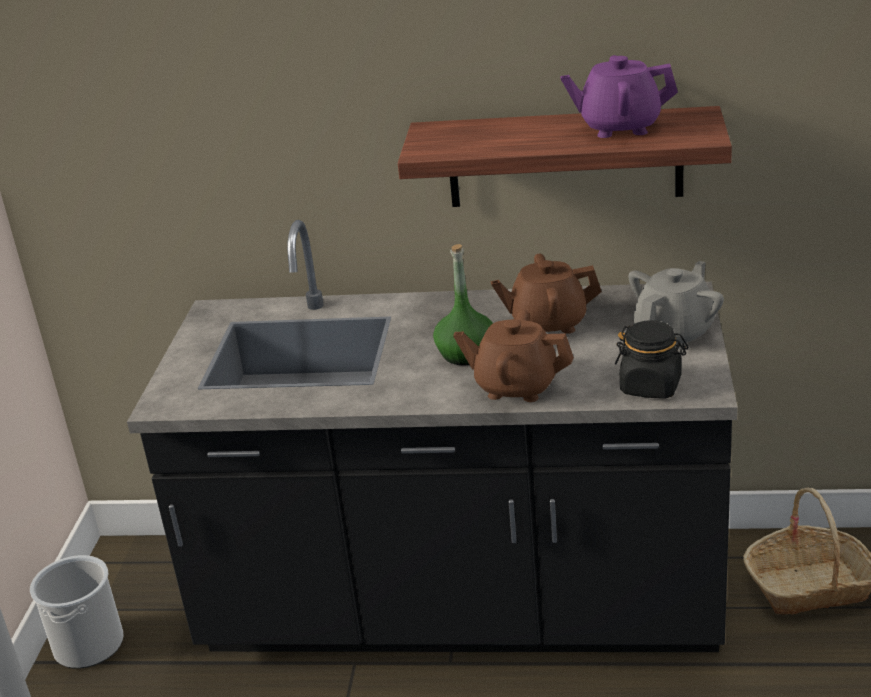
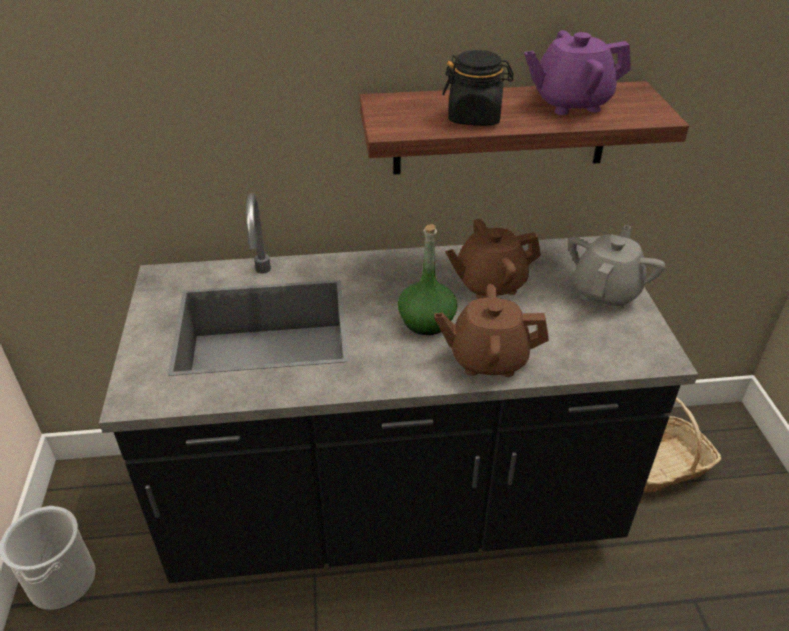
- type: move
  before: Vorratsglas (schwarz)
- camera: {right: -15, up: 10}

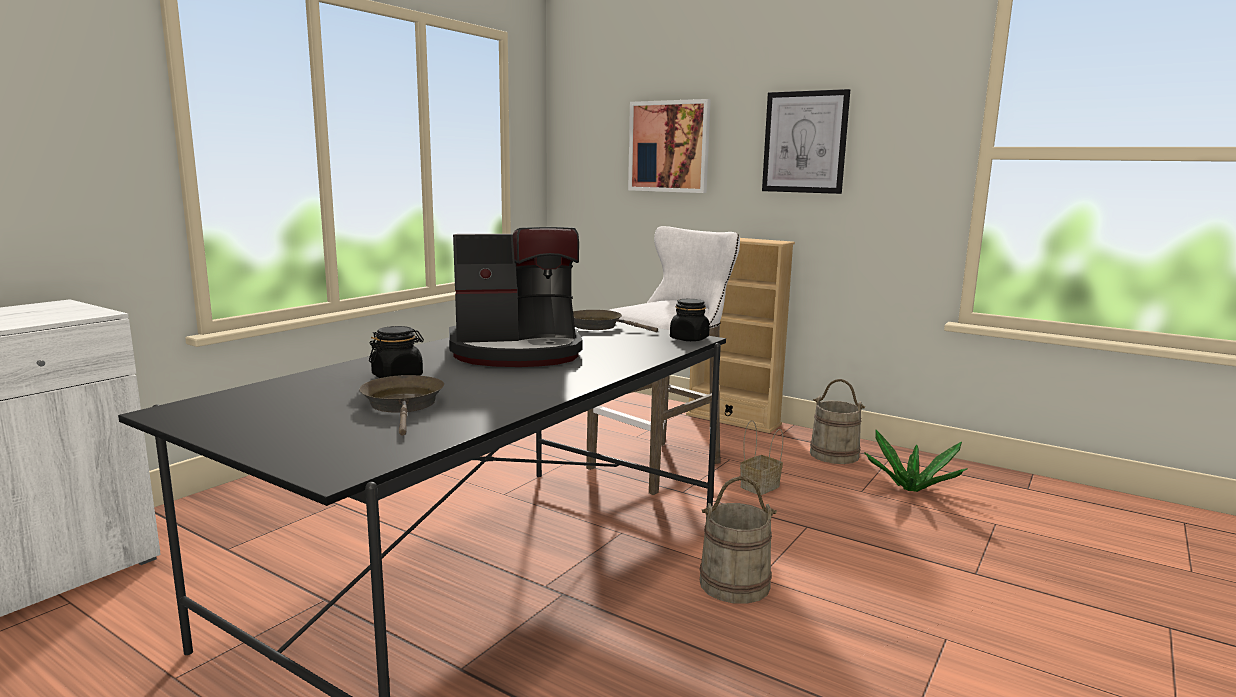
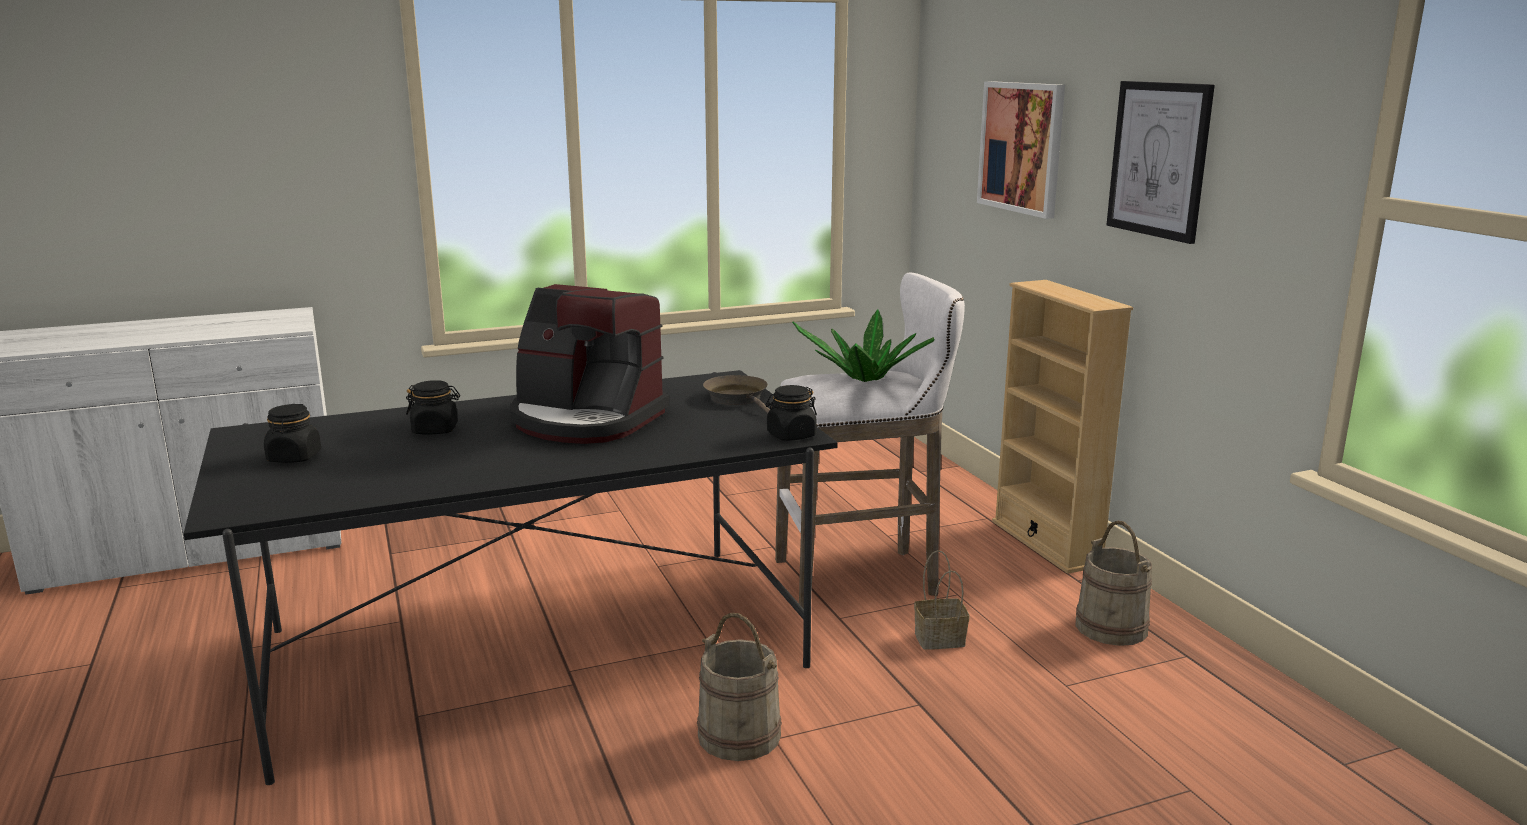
- type: delete
  before: Pfanne (braun) (1st from left)
- type: insert
  after: Vorratsglas (schwarz) (1st from left)
- type: move
  before: Topfpflanze
- camera: {right: 35, up: 5}

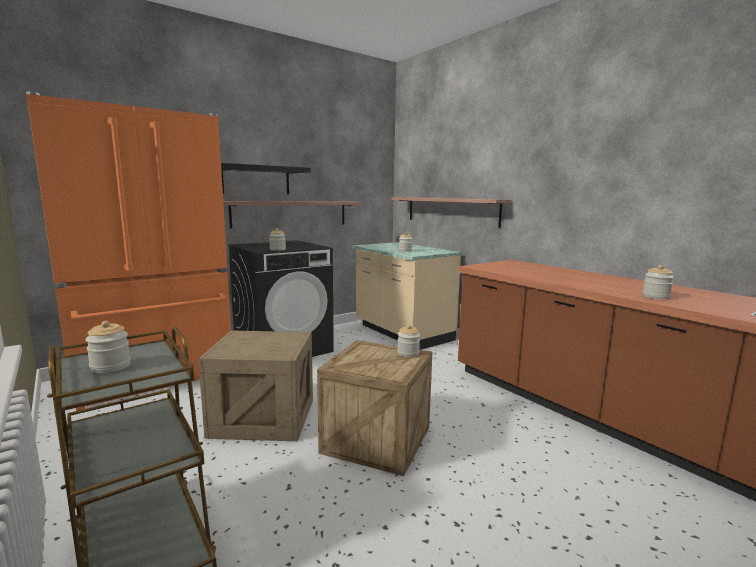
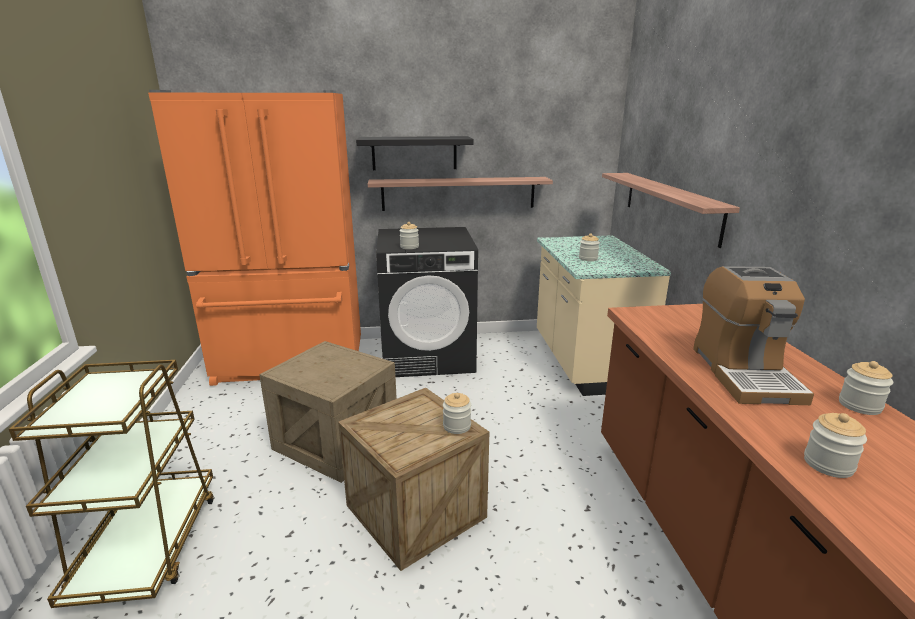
- type: insert
  after: Kaffeemaschine
- type: move
  before: Vorratsglas (1st from left in the first image)
  after: Vorratsglas (5th from left)
- camera: {right: 30, up: 10}

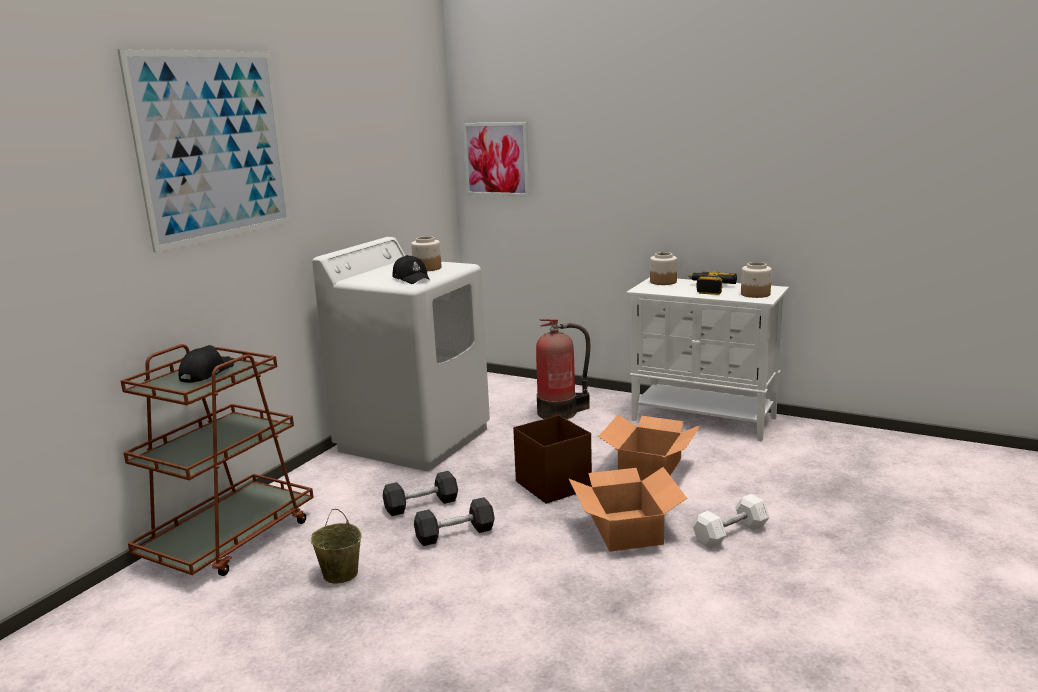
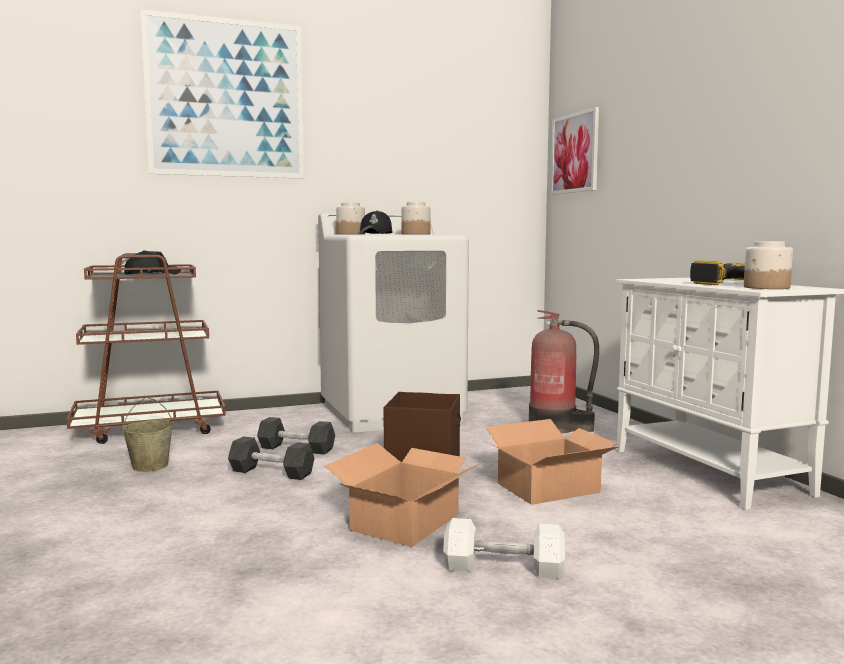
- type: move
  before: Vorratsglas (2nd from left in the first image)
  after: Vorratsglas (1st from left)
- camera: {right: 40, up: -10}

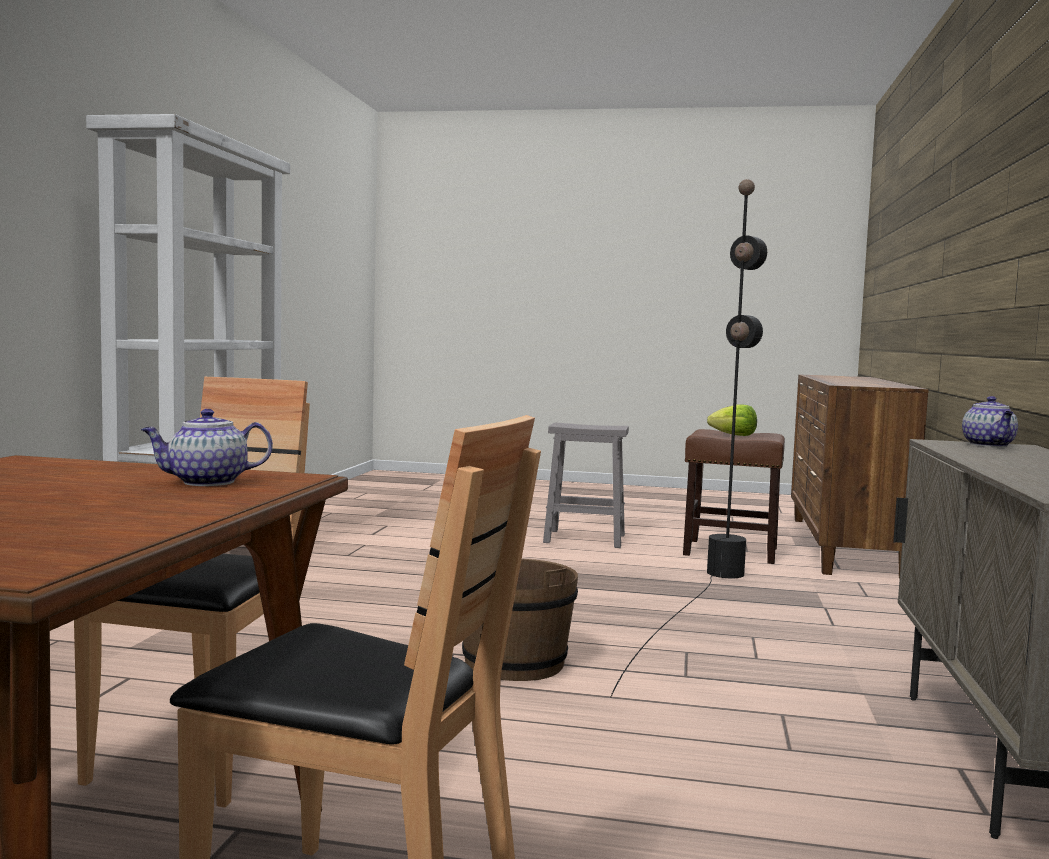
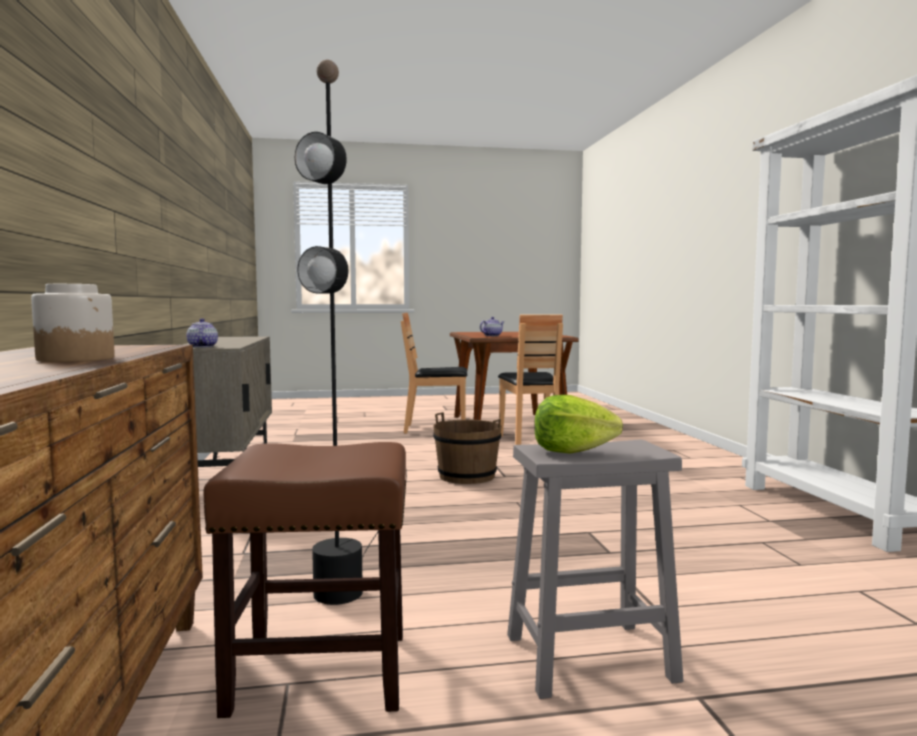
- type: insert
  after: Vorratsglas
- type: move
  before: Salatkopf
- camera: {right: 160, up: 0}

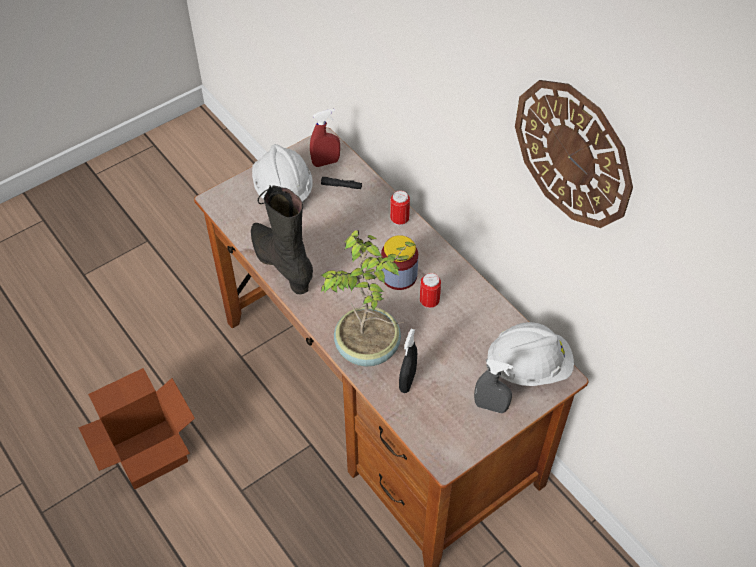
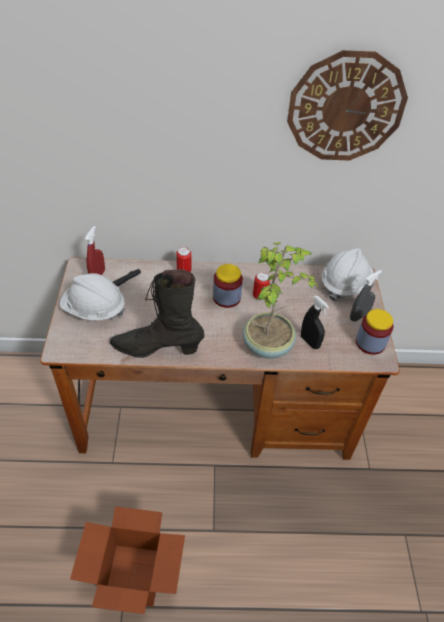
- type: insert
  after: Vorratsglas (2nd from left)
- camera: {right: -55, up: -5}

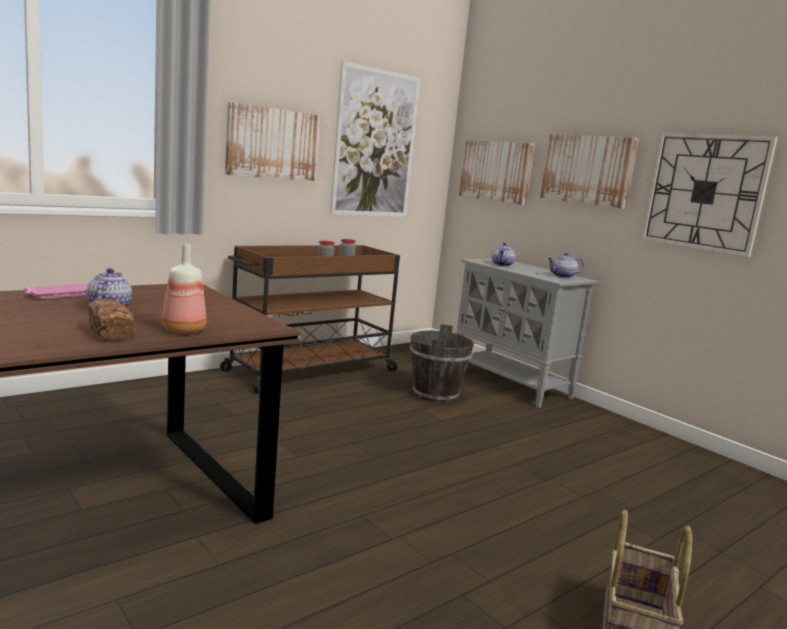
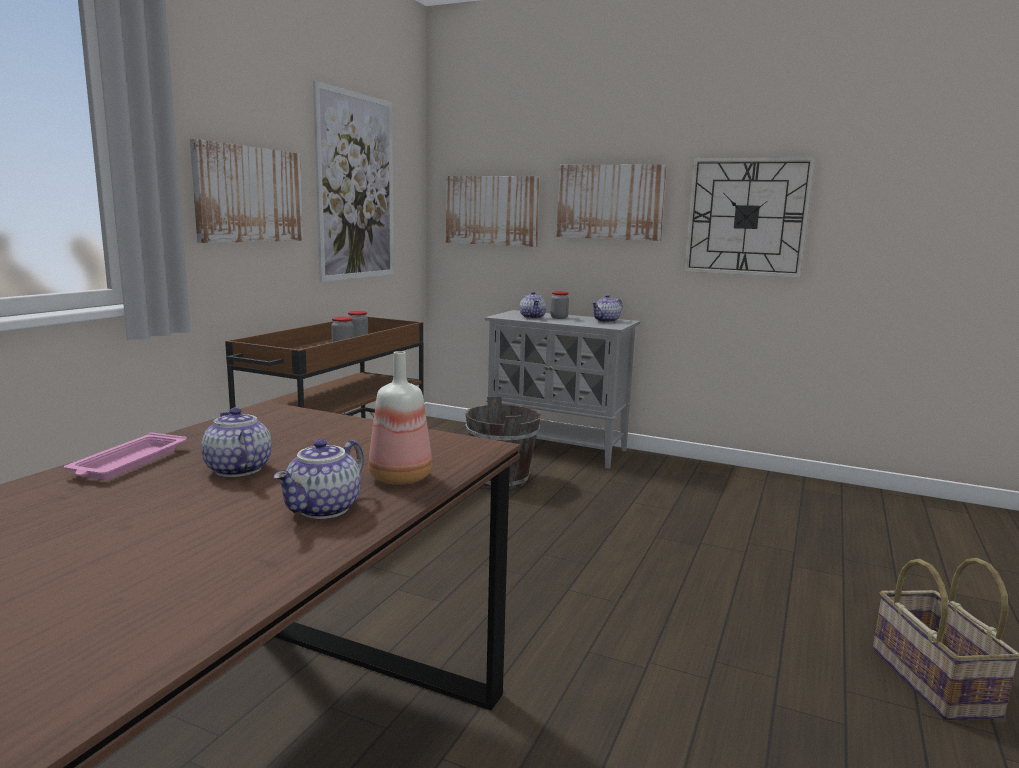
- type: insert
  after: Vorratsglas (3rd from left)
- type: replace
  before: Brot
  after: Teekanne (2nd from left)
- camera: {right: -25, up: 0}

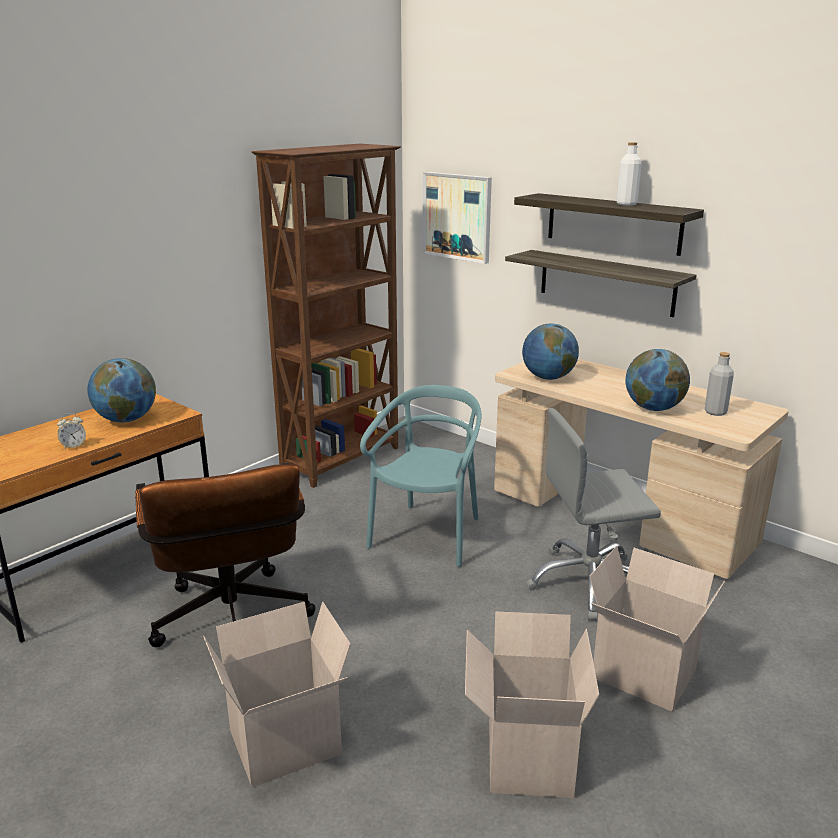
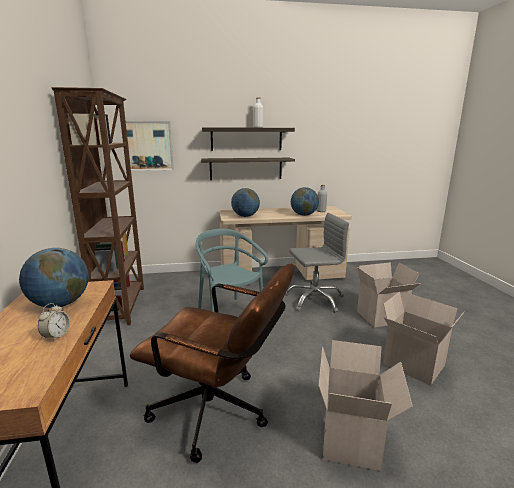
- type: rotate
  before: Bürostuhl (grau)
  turn: -135
- camera: {right: -50, up: -5}

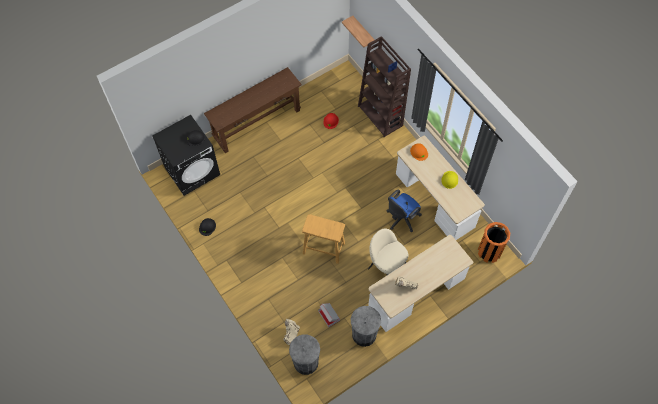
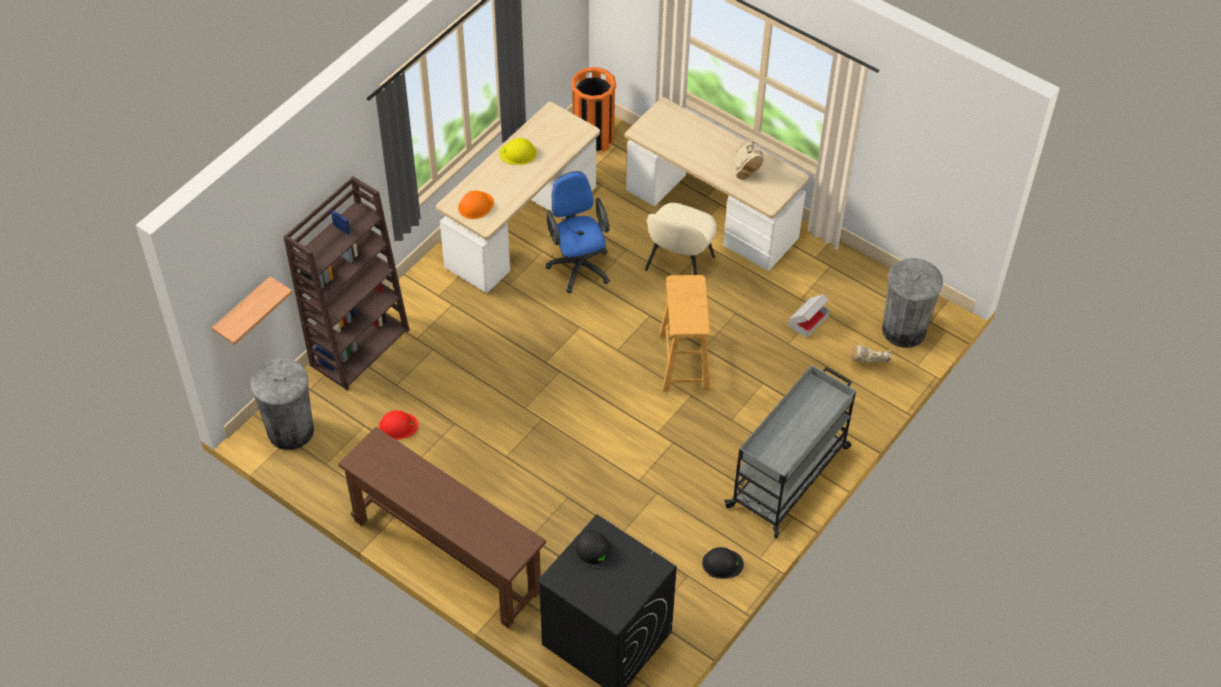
- type: insert
  after: Rollwagen (grau)
- type: move
  before: Mülleimer (grau) (2nd from left in the first image)
  after: Mülleimer (grau) (1st from left)
- type: rotate
  before: Bürostuhl (blau)
  turn: -135
- camera: {right: -110, up: -10}

